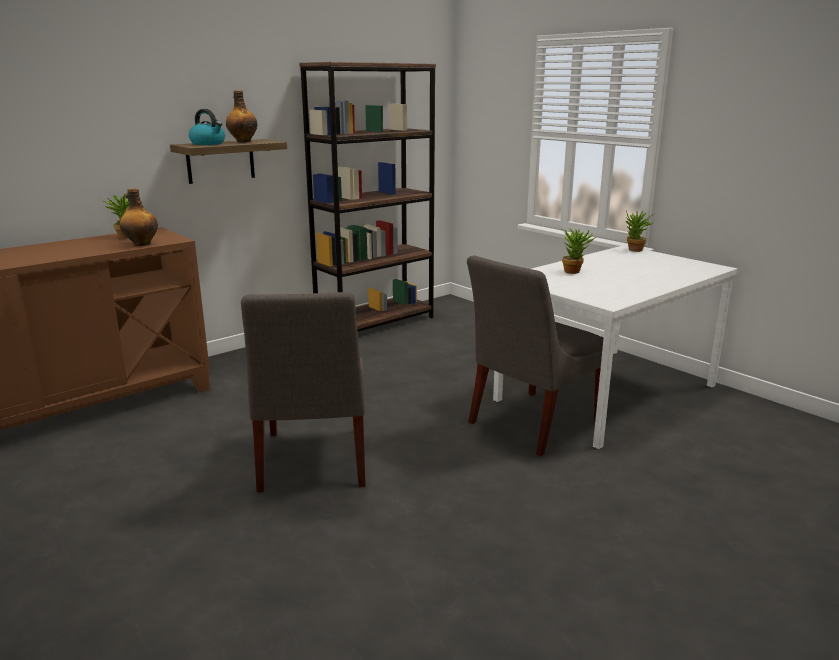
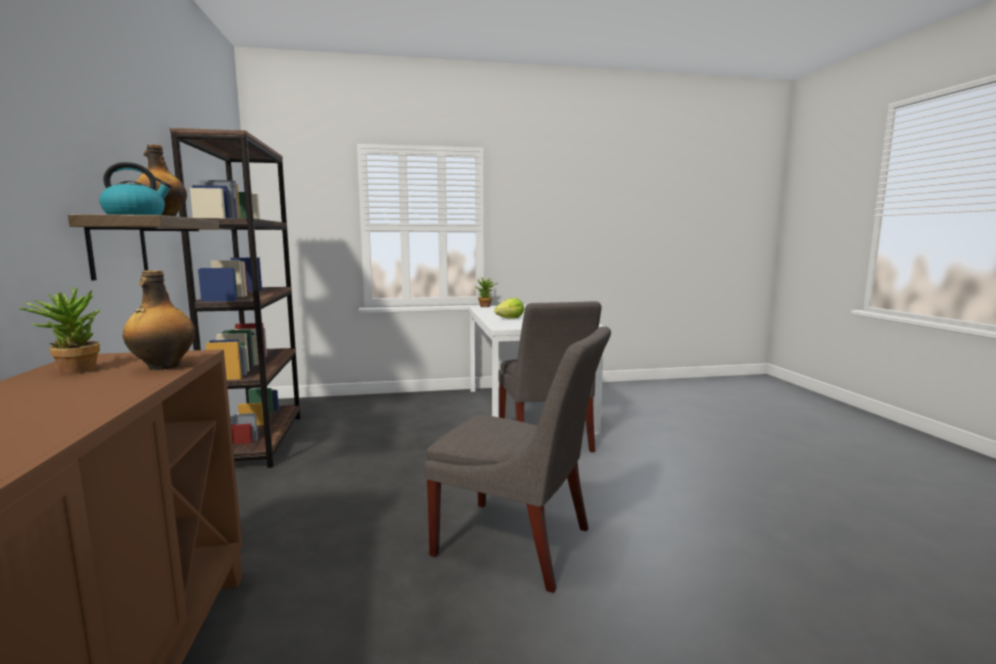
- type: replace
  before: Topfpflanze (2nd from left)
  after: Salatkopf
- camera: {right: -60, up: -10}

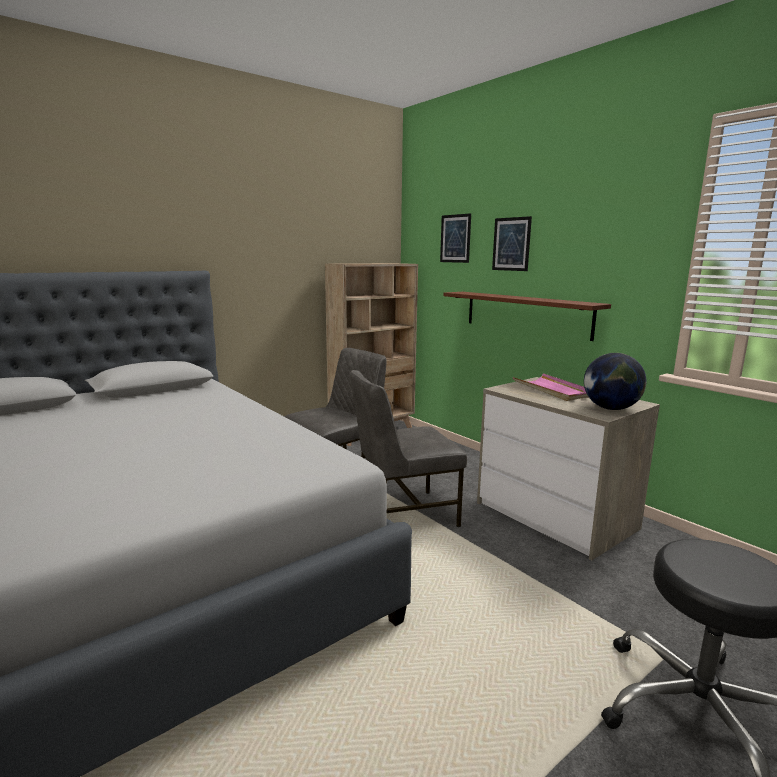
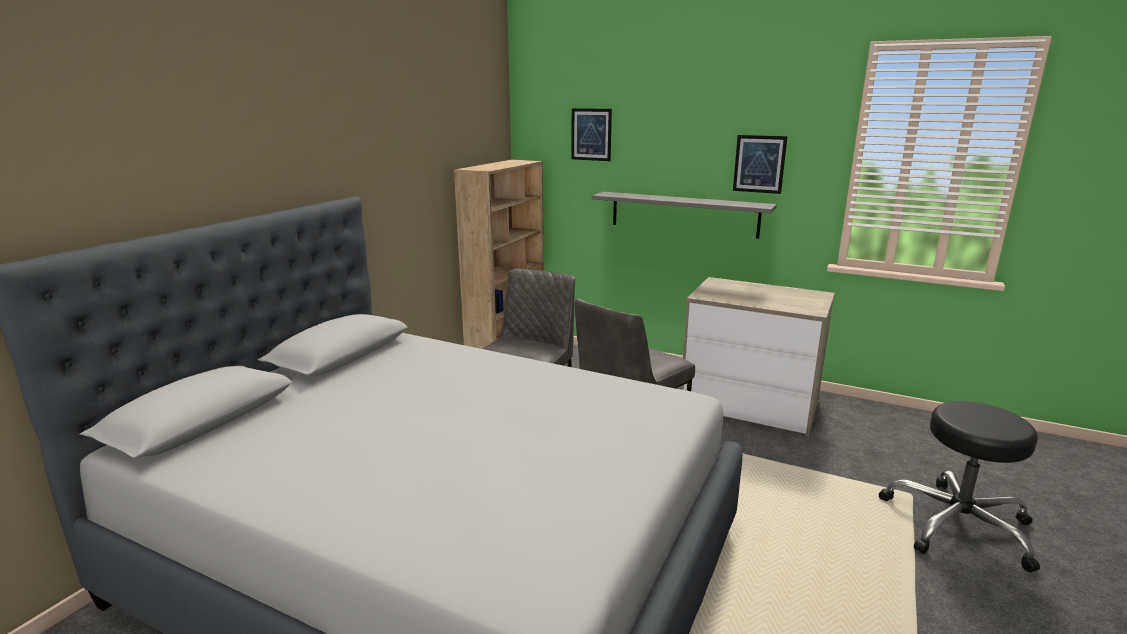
- type: delete
  before: Tablett (rosa)
- type: delete
  before: Globus
- type: move
  before: Bild (2nd from left)
- type: recolor
  before: Wandregal (braun)
  after: Wandregal (grau)
- camera: {right: -25, up: 5}

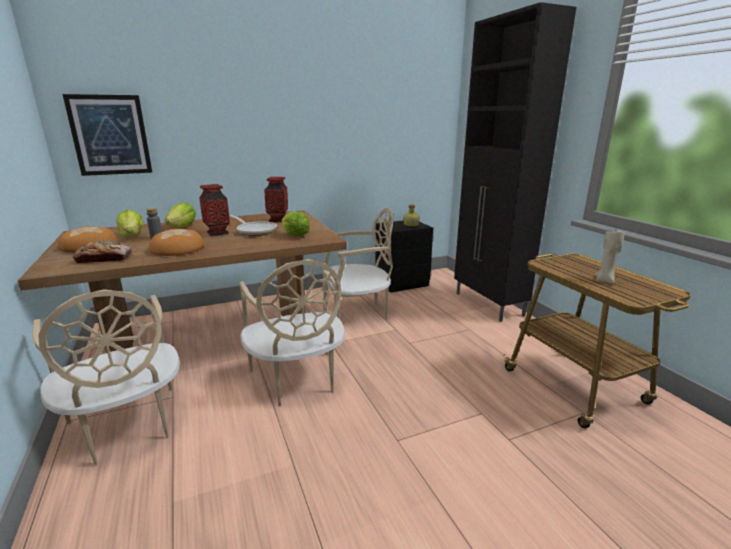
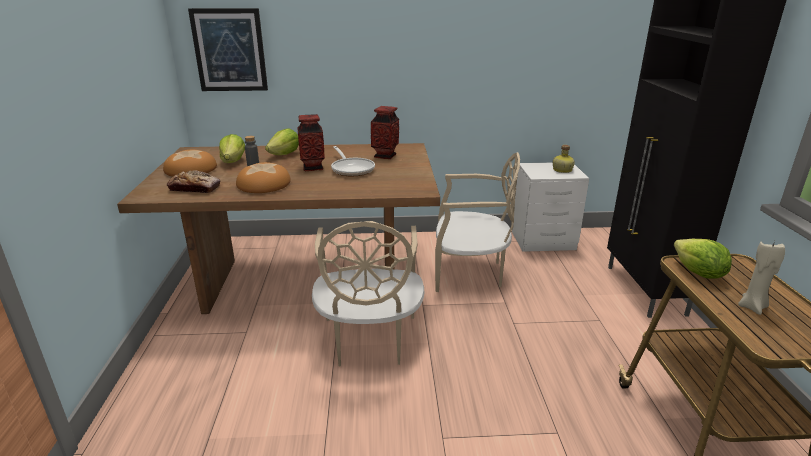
- type: delete
  before: Stuhl (beige) (1st from left)
- type: move
  before: Salatkopf (3rd from left)
- type: recolor
  before: Nachttisch (schwarz)
  after: Nachttisch (weiß)
- camera: {right: 20, up: 5}

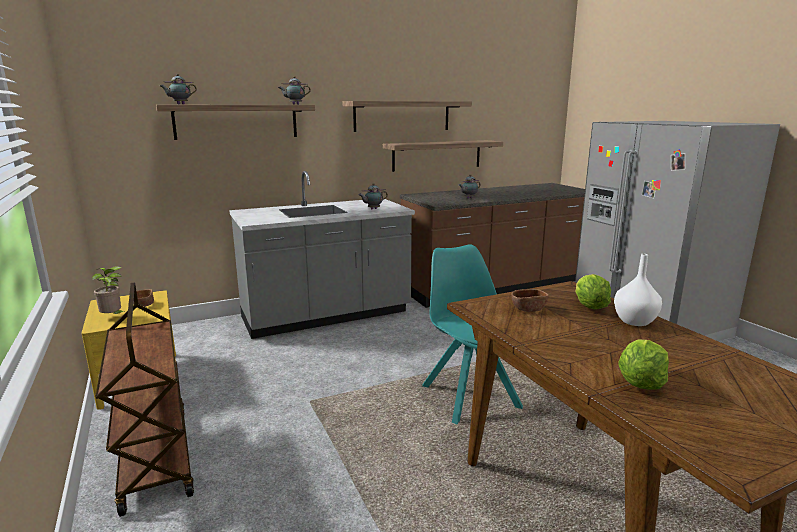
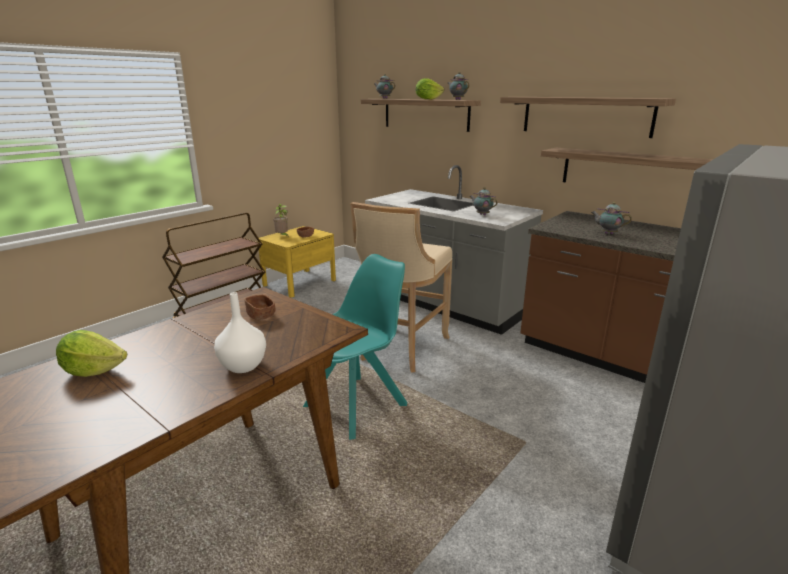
- type: insert
  after: Hocker (beige)
- type: move
  before: Salatkopf (1st from left in the first image)
  after: Salatkopf (2nd from left)
- camera: {right: 65, up: 5}

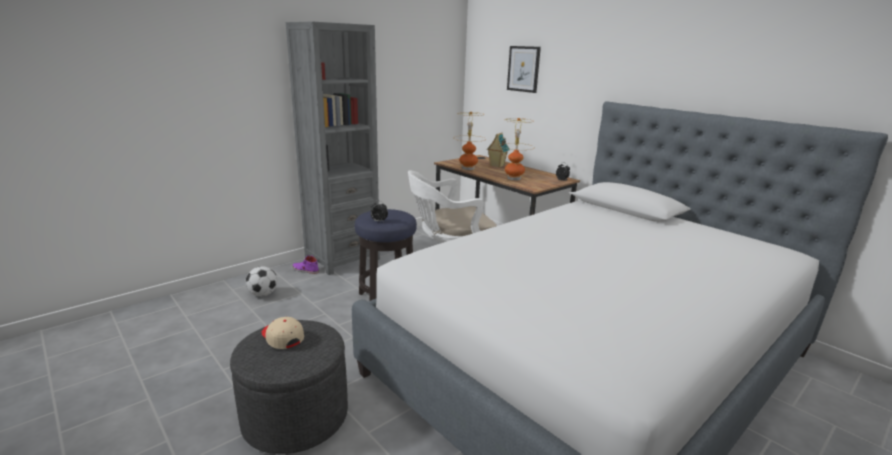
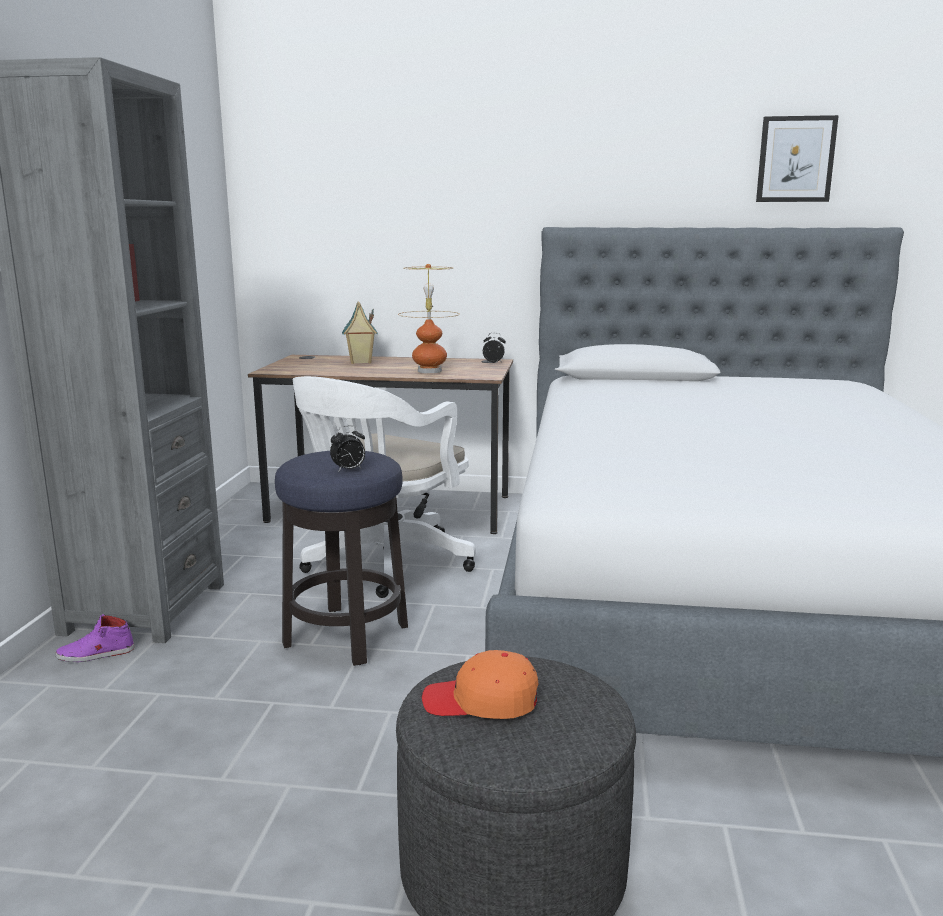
- type: delete
  before: Fußball
- type: delete
  before: Tischlampe (1st from left)
- type: move
  before: Bild
- type: recolor
  before: Kappe (beige)
  after: Kappe (orange)
- camera: {right: -40, up: -5}

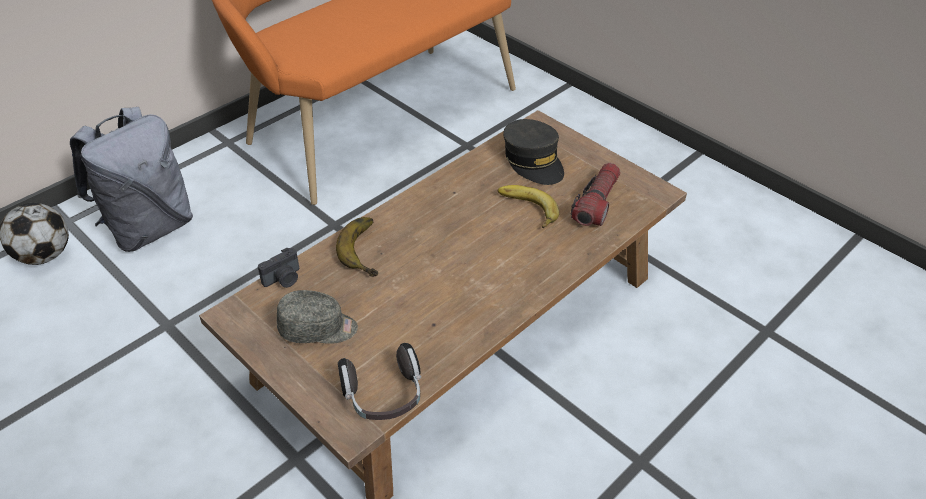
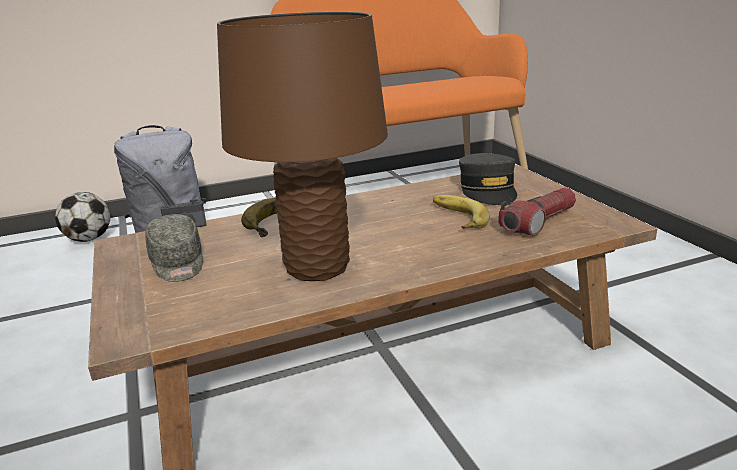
- type: delete
  before: Kopfhörer
- type: insert
  after: Tischlampe (braun)
- type: rotate
  before: Kappe (grau) (1st from left)
  turn: 45
- camera: {right: 25, up: -20}

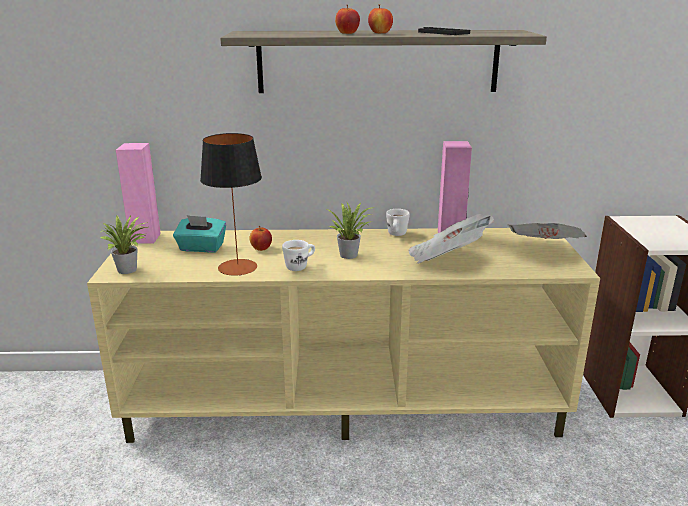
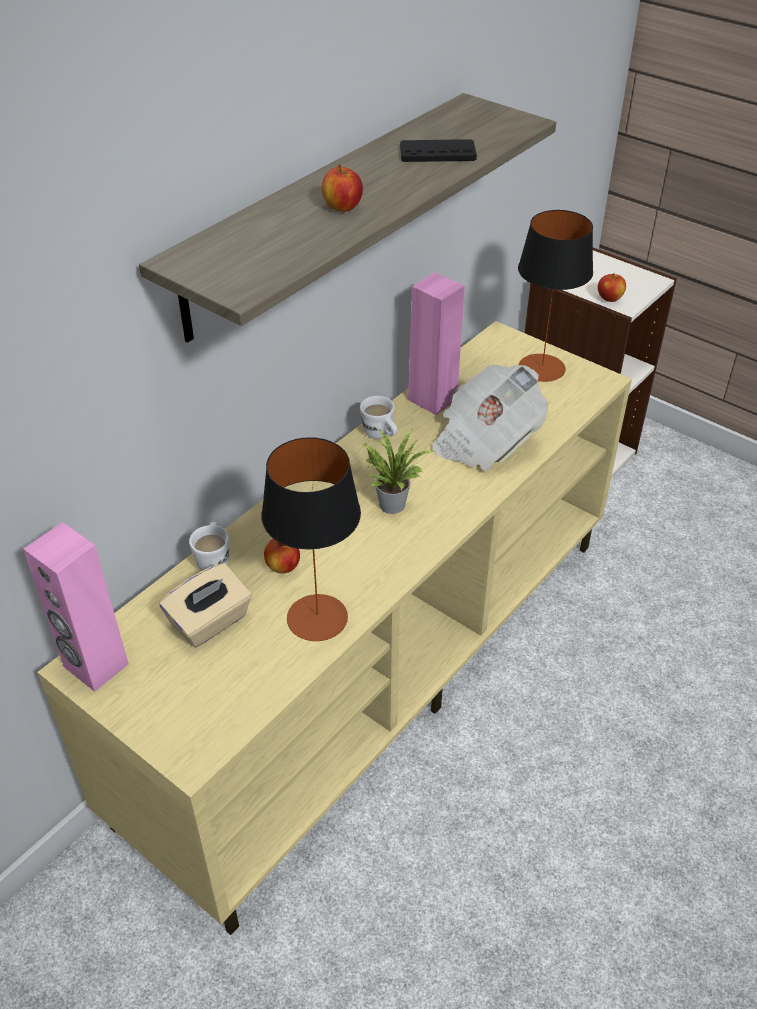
- type: delete
  before: Topfpflanze (1st from left)
- type: move
  before: Henkelbecher (weiß) (1st from left)
- type: move
  before: Apfel (3rd from left)
- type: replace
  before: Zeitung (2nd from left)
  after: Tischlampe (2nd from left)
- type: recolor
  before: Taschentuchbox (türkis)
  after: Taschentuchbox (beige)
- camera: {right: -50, up: 20}

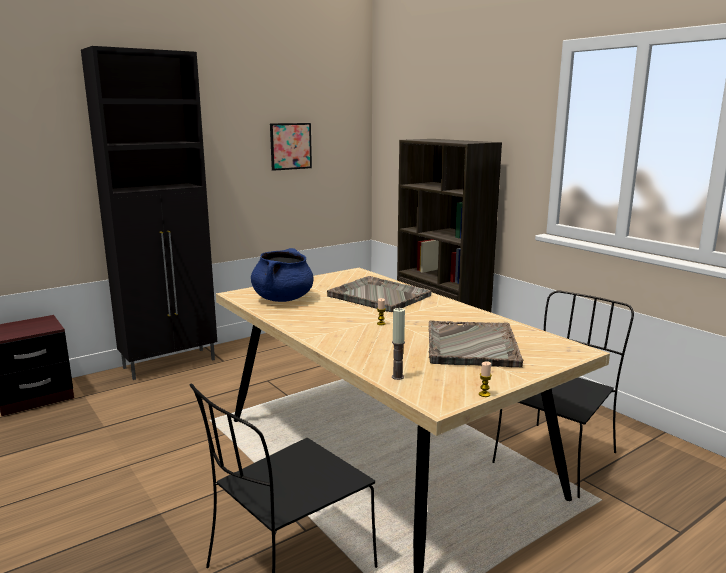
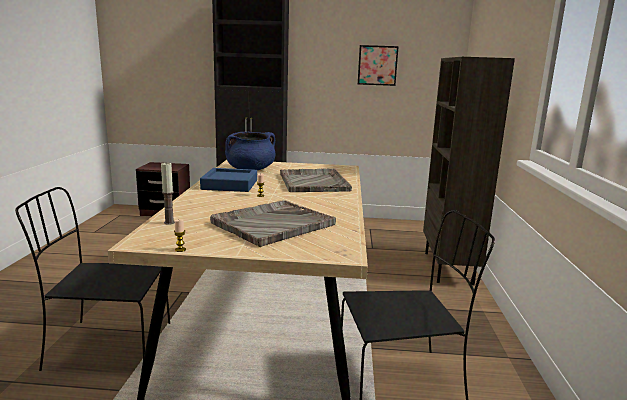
- type: insert
  after: Tablett (blau)
- camera: {right: 40, up: 0}

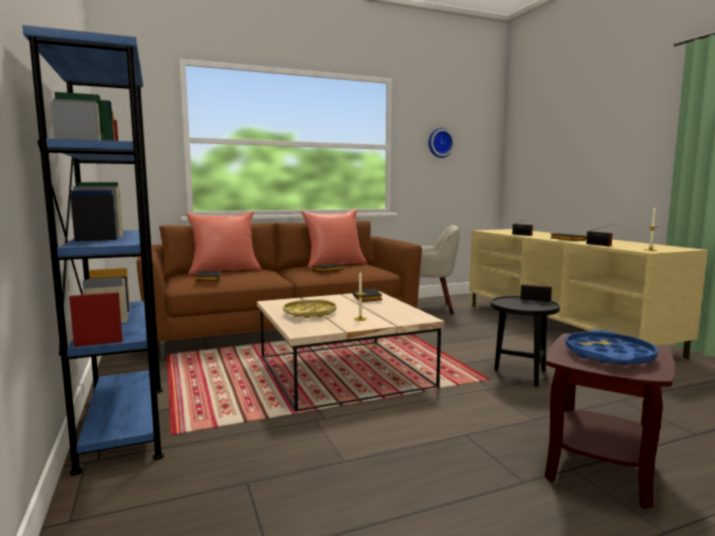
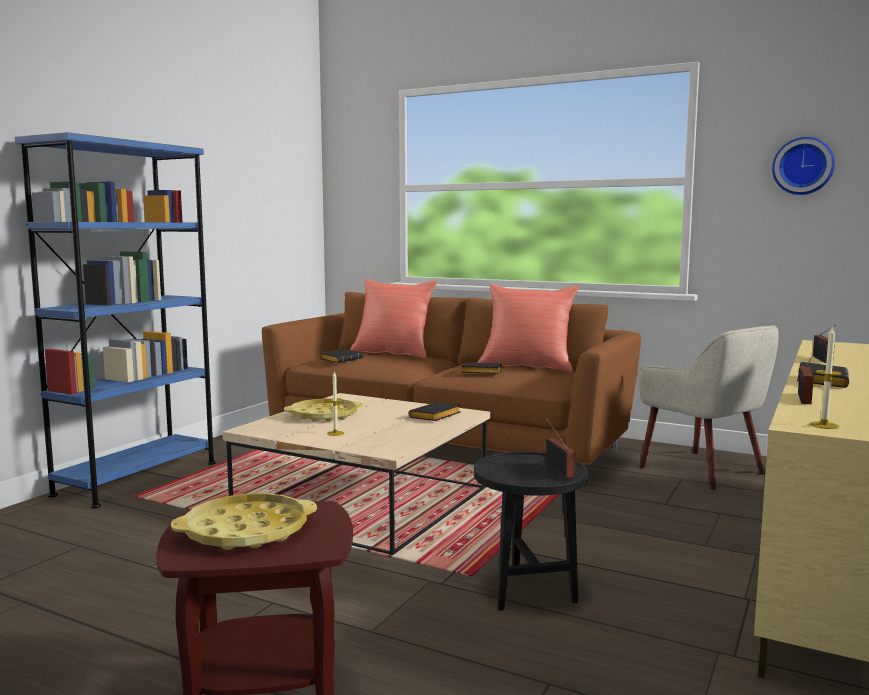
- type: recolor
  before: Tablett (blau)
  after: Tablett (gelb) (1st from left)
- camera: {right: 50, up: 0}

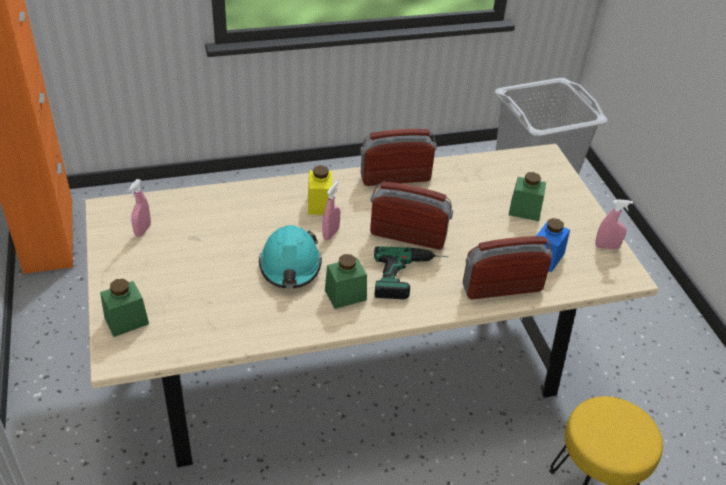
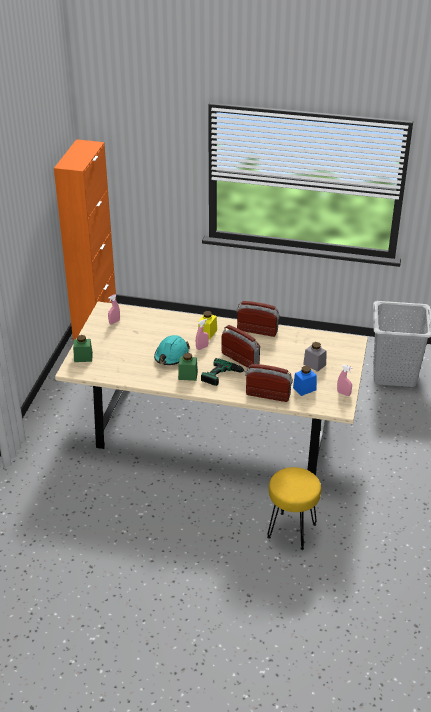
- type: recolor
  before: Vorratsglas (grün) (3rd from left)
  after: Vorratsglas (grau)
- camera: {right: 30, up: -5}

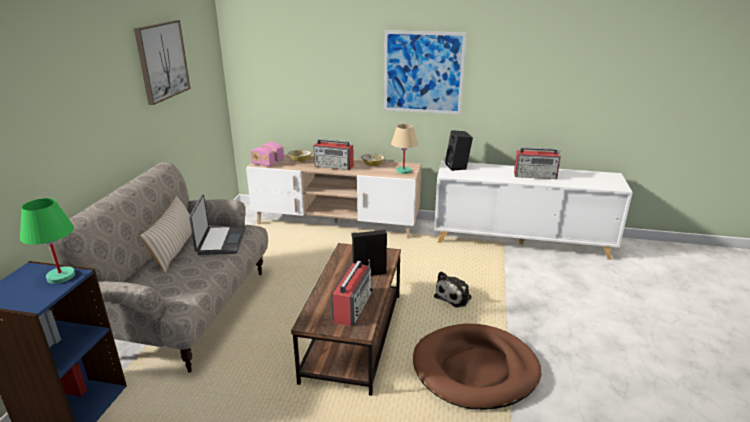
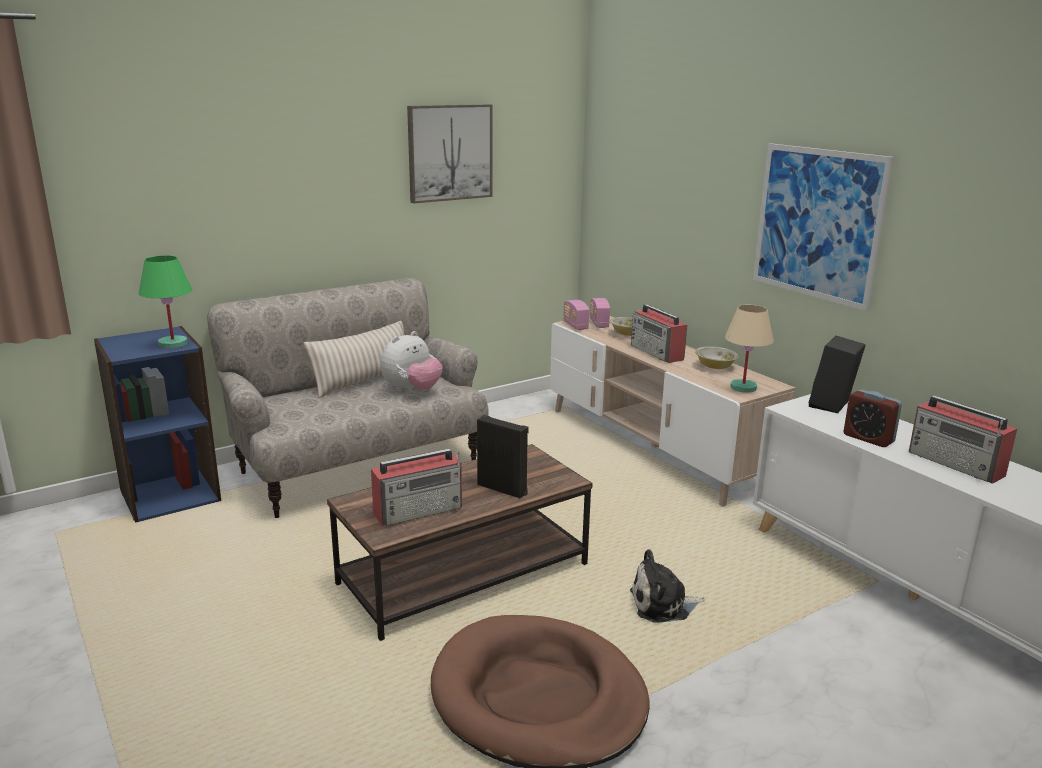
- type: insert
  after: Wecker
- type: replace
  before: Laptop
  after: Plüschtier (1st from left)
- camera: {right: 45, up: -5}

